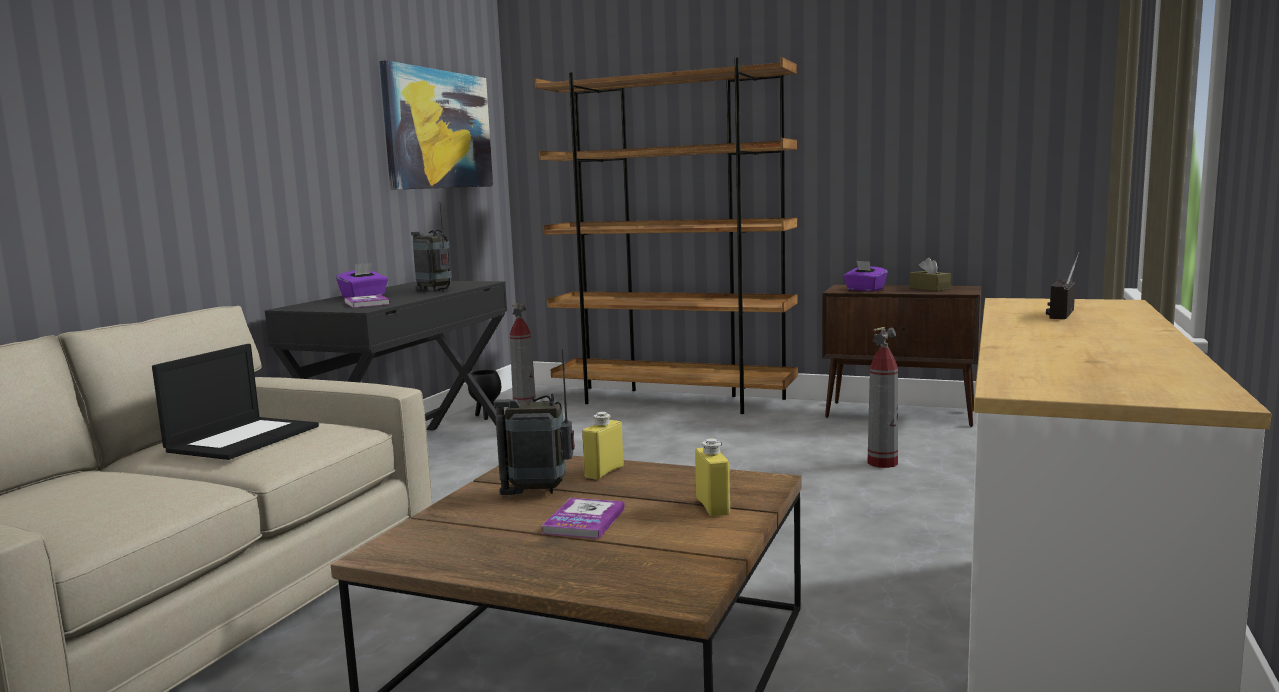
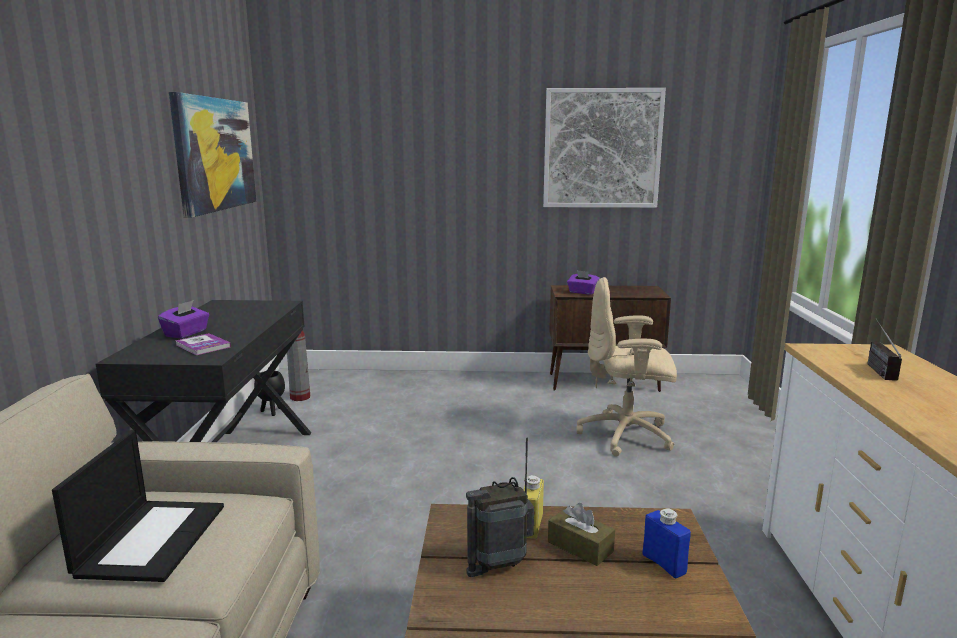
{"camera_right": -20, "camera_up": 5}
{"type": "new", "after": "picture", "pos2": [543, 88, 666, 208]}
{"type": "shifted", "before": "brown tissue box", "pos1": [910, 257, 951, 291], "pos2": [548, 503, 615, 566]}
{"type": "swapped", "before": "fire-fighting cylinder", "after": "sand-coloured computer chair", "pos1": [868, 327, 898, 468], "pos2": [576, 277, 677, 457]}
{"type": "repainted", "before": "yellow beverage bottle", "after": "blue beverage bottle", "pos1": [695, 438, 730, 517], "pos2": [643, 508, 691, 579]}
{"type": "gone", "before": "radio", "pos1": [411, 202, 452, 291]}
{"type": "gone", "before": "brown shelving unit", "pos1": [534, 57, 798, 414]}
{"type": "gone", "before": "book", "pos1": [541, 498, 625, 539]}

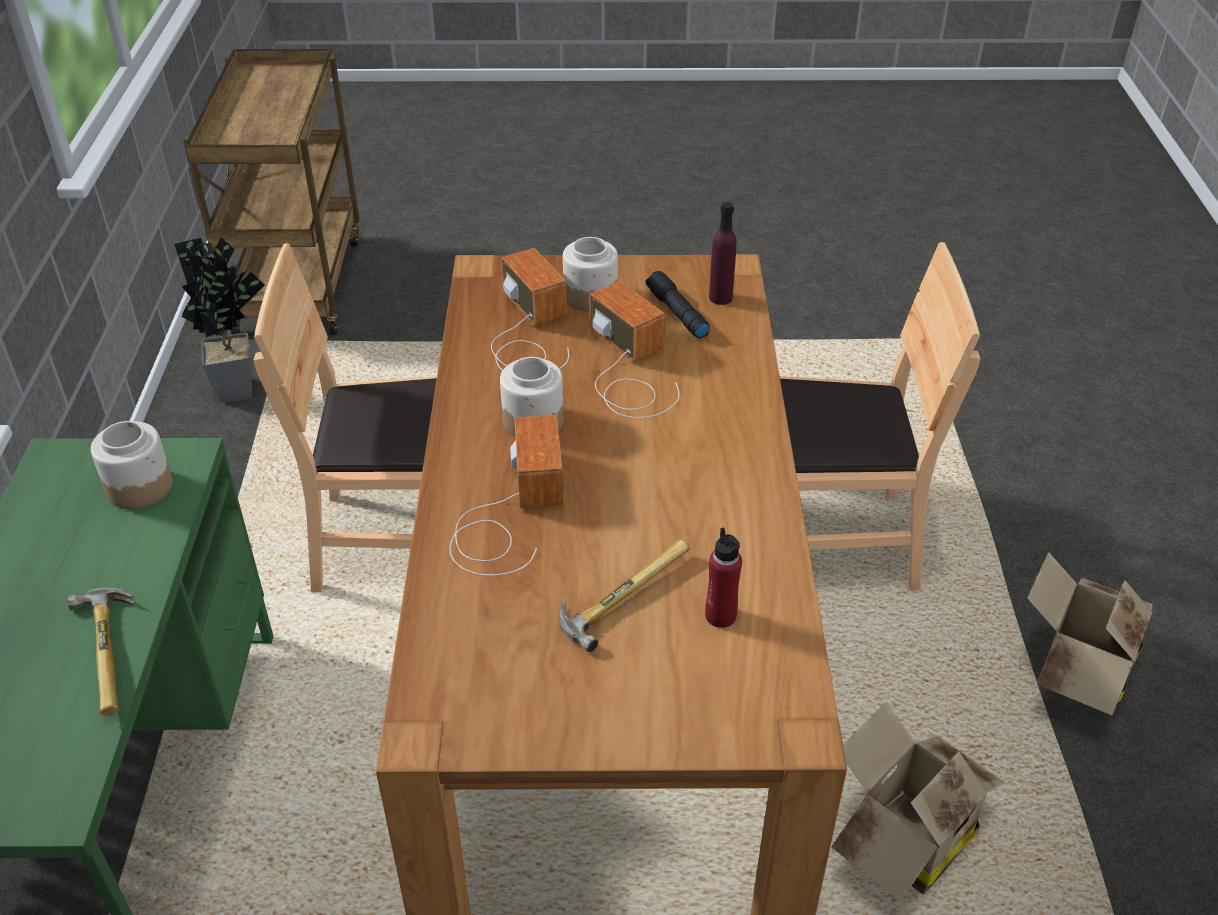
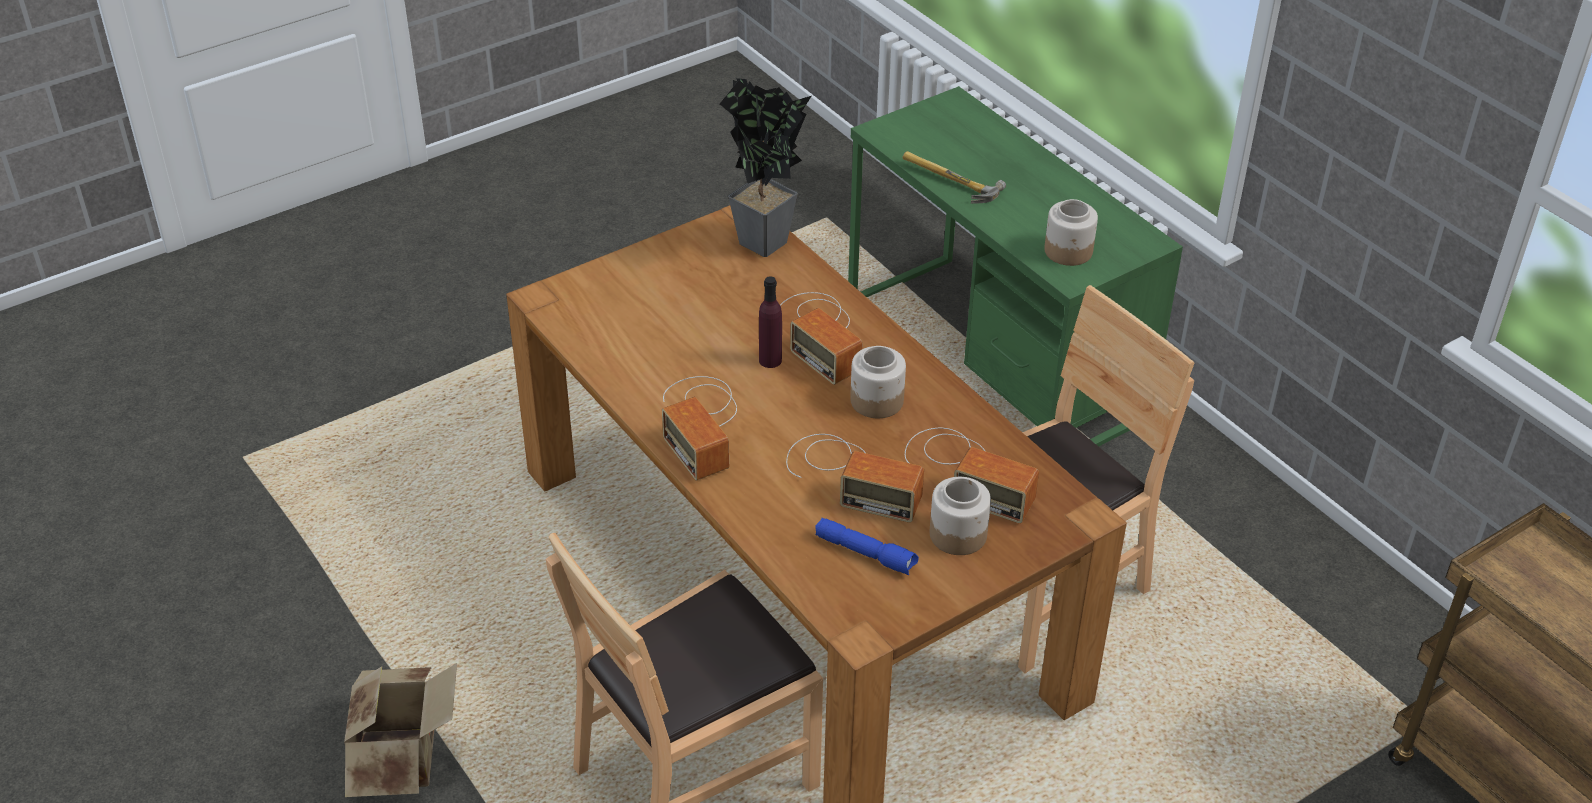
{"camera_right": 145, "camera_up": 0}
{"type": "new", "after": "radio", "pos2": [662, 376, 737, 481]}
{"type": "shifted", "before": "houseplant", "pos1": [174, 238, 265, 403], "pos2": [720, 78, 811, 257]}
{"type": "shifted", "before": "purplish beverage bottle", "pos1": [709, 202, 737, 305], "pos2": [759, 276, 782, 368]}
{"type": "repainted", "before": "blackish hand torch", "after": "blue hand torch", "pos1": [646, 271, 710, 338], "pos2": [815, 518, 919, 575]}
{"type": "gone", "before": "hand hammer", "pos1": [560, 539, 690, 652]}
{"type": "gone", "before": "red beverage bottle", "pos1": [705, 527, 742, 628]}
{"type": "gone", "before": "packing box", "pos1": [831, 702, 1005, 902]}

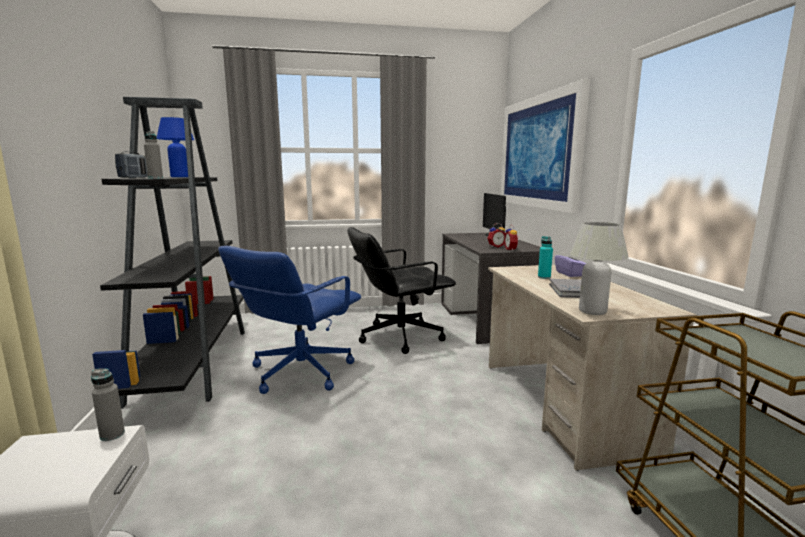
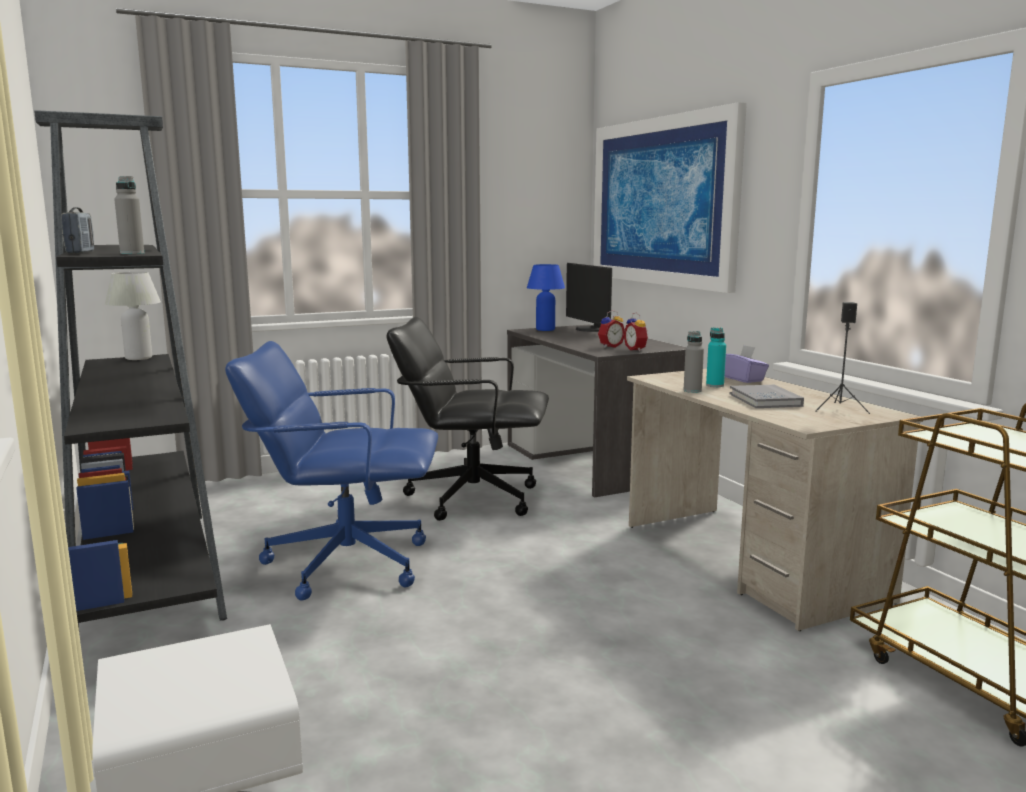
{"camera_right": -15, "camera_up": 0}
{"type": "shifted", "before": "whitish lamp for a table", "pos1": [570, 222, 629, 315], "pos2": [105, 272, 161, 360]}
{"type": "rotated", "before": "blue computer chair", "pos1": [218, 246, 361, 394], "pos2": [225, 341, 438, 601], "turn": 75}
{"type": "rotated", "before": "blackish computer chair", "pos1": [347, 227, 456, 354], "pos2": [387, 317, 549, 521], "turn": 45}
{"type": "shifted", "before": "blue lamp for a table", "pos1": [157, 117, 194, 177], "pos2": [527, 264, 565, 331]}
{"type": "shifted", "before": "gray beverage bottle", "pos1": [91, 368, 125, 441], "pos2": [684, 331, 704, 393]}
{"type": "new", "after": "blackish loudspeaker", "pos2": [816, 302, 870, 414]}

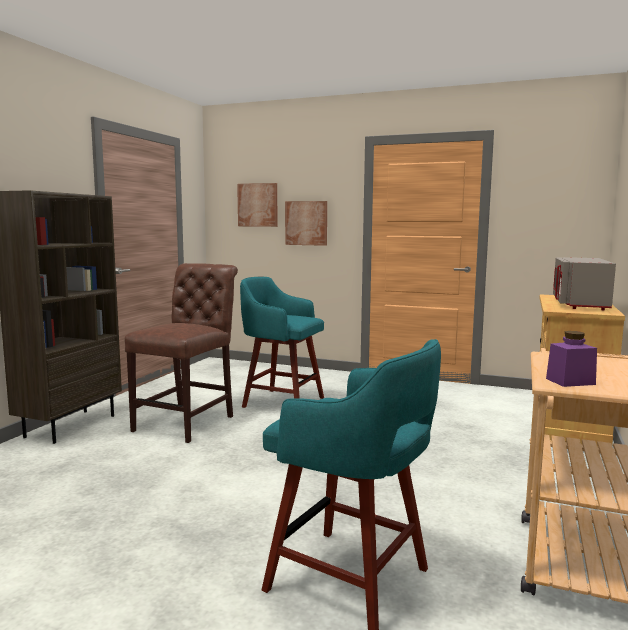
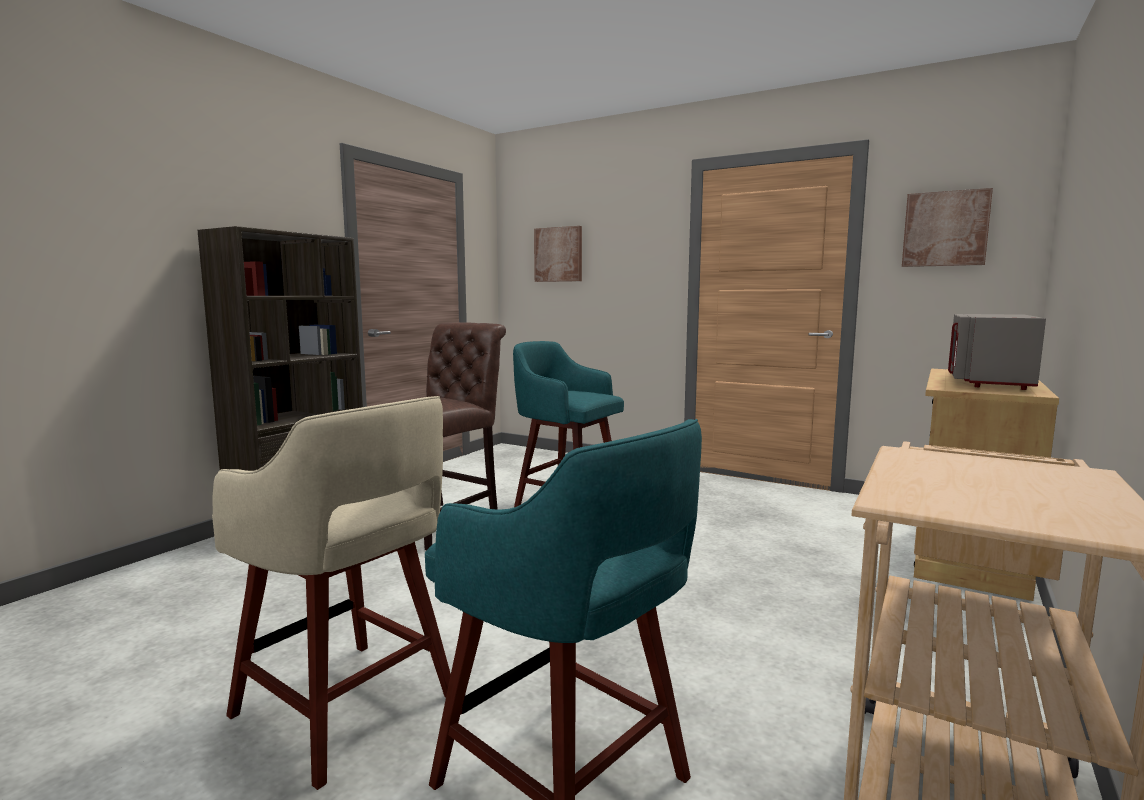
{"camera_right": 10, "camera_up": 0}
{"type": "new", "after": "sand-coloured stool seat", "pos2": [212, 396, 451, 790]}
{"type": "shifted", "before": "picture", "pos1": [285, 201, 327, 246], "pos2": [902, 188, 993, 267]}
{"type": "gone", "before": "purplish preserve jar", "pos1": [546, 331, 597, 387]}

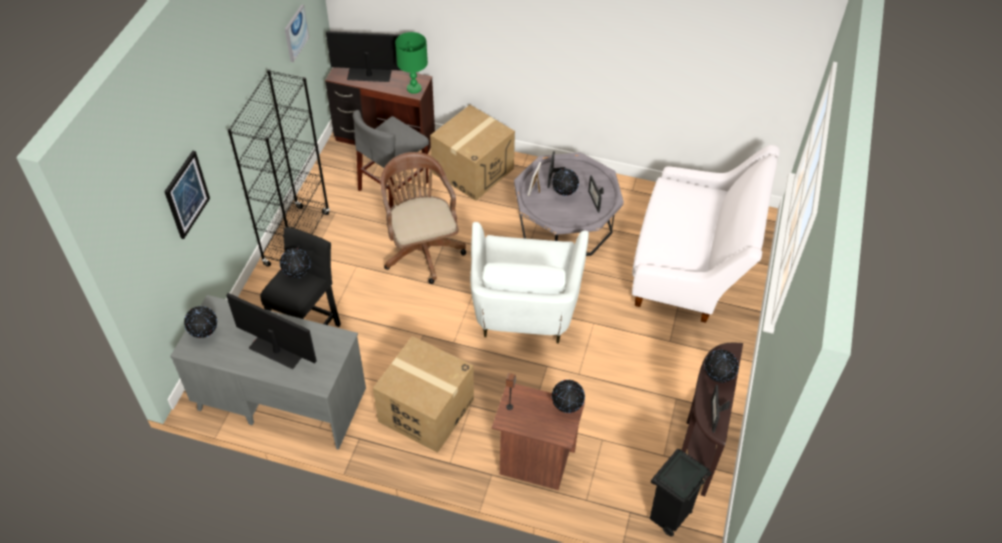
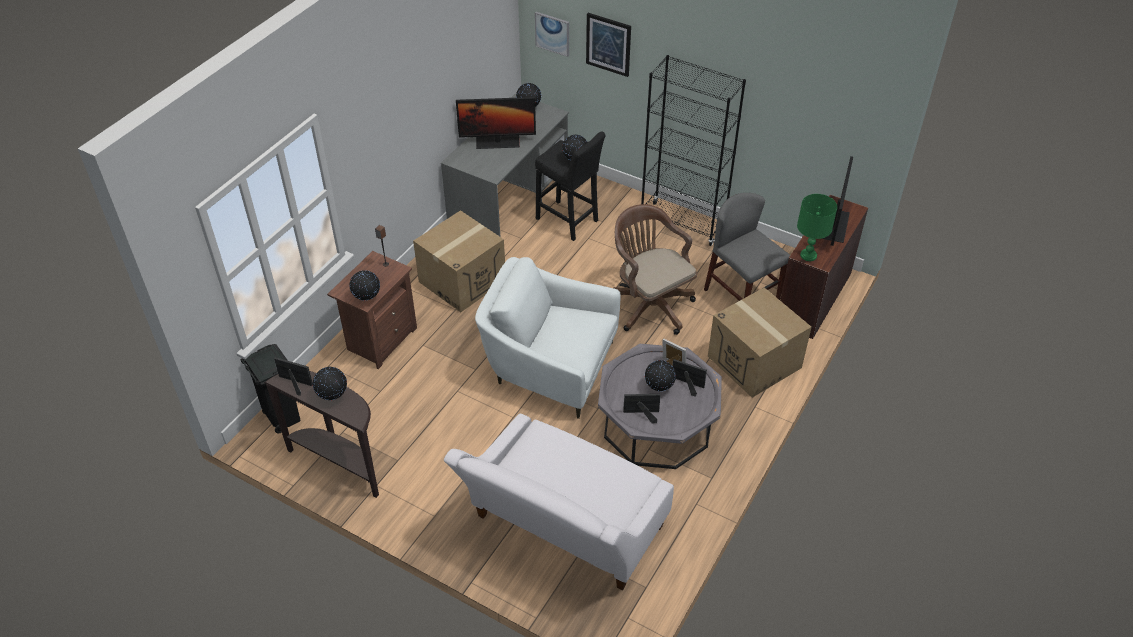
{"camera_right": 105, "camera_up": -5}
{"type": "rotated", "before": "computer screen", "pos1": [226, 293, 317, 369], "pos2": [456, 97, 536, 149], "turn": 45}
{"type": "shifted", "before": "picture", "pos1": [285, 4, 309, 62], "pos2": [535, 12, 569, 57]}
{"type": "rotated", "before": "brown computer chair", "pos1": [380, 152, 466, 284], "pos2": [613, 204, 697, 335], "turn": -120}

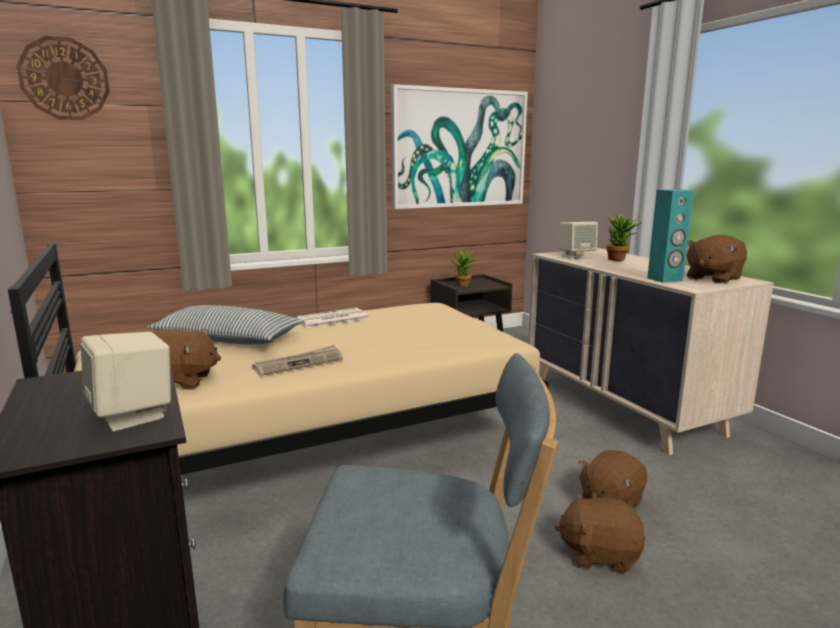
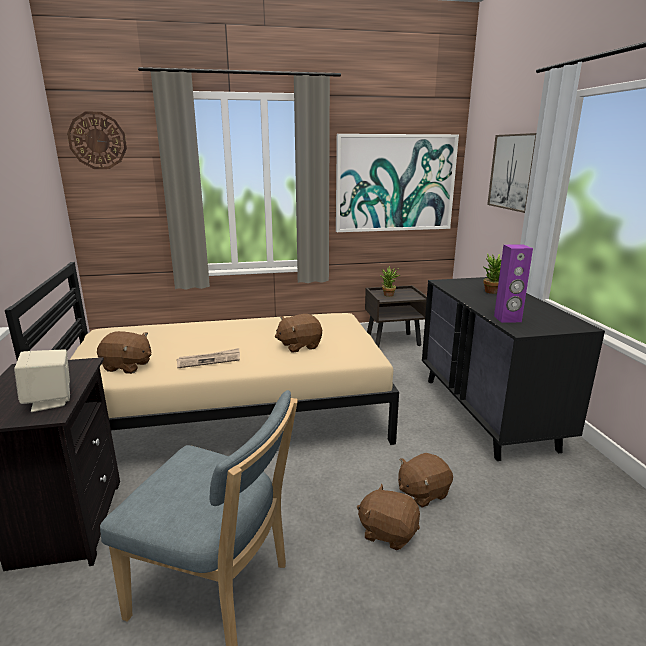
{"camera_right": 15, "camera_up": 5}
{"type": "shifted", "before": "brown soft toy", "pos1": [686, 235, 747, 283], "pos2": [275, 314, 322, 353]}
{"type": "repainted", "before": "sand-coloured chest of drawers", "after": "blackish chest of drawers", "pos1": [528, 248, 774, 455], "pos2": [422, 277, 605, 461]}
{"type": "new", "after": "picture", "pos2": [487, 133, 536, 213]}
{"type": "repainted", "before": "blue-green loudspeaker", "after": "purplish loudspeaker", "pos1": [647, 189, 694, 283], "pos2": [494, 244, 533, 323]}
{"type": "gone", "before": "cushion", "pos1": [147, 305, 305, 344]}
{"type": "gone", "before": "newspaper", "pos1": [295, 308, 370, 328]}
{"type": "gone", "before": "sand-coloured loudspeaker", "pos1": [558, 222, 598, 259]}

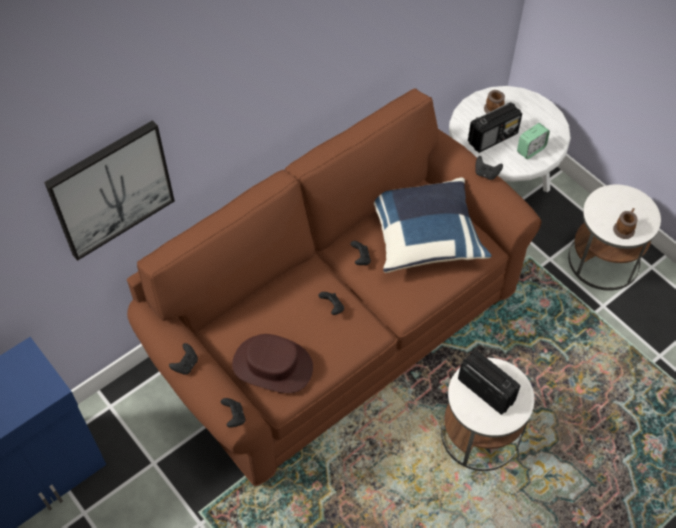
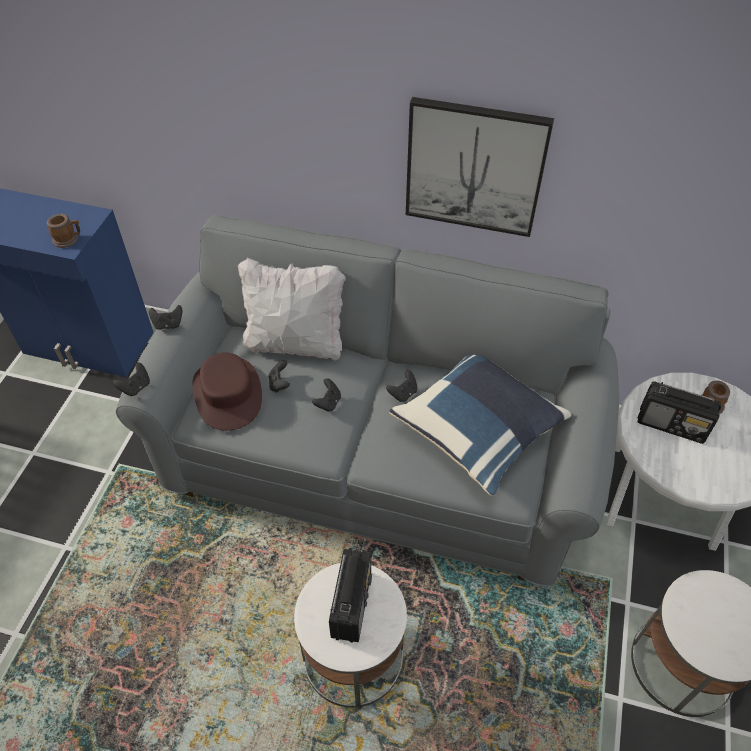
{"camera_right": 55, "camera_up": -5}
{"type": "shifted", "before": "coffee mug", "pos1": [613, 208, 638, 239], "pos2": [47, 214, 80, 248]}
{"type": "repainted", "before": "brown couch", "after": "gray couch", "pos1": [127, 88, 542, 486], "pos2": [116, 215, 619, 587]}
{"type": "new", "after": "whitish cushion", "pos2": [238, 258, 346, 360]}
{"type": "shifted", "before": "blackish gamepad", "pos1": [475, 156, 503, 180], "pos2": [268, 361, 290, 392]}
{"type": "shifted", "before": "picture", "pos1": [44, 120, 175, 261], "pos2": [406, 97, 554, 237]}
{"type": "gone", "before": "table clock", "pos1": [517, 123, 550, 159]}

